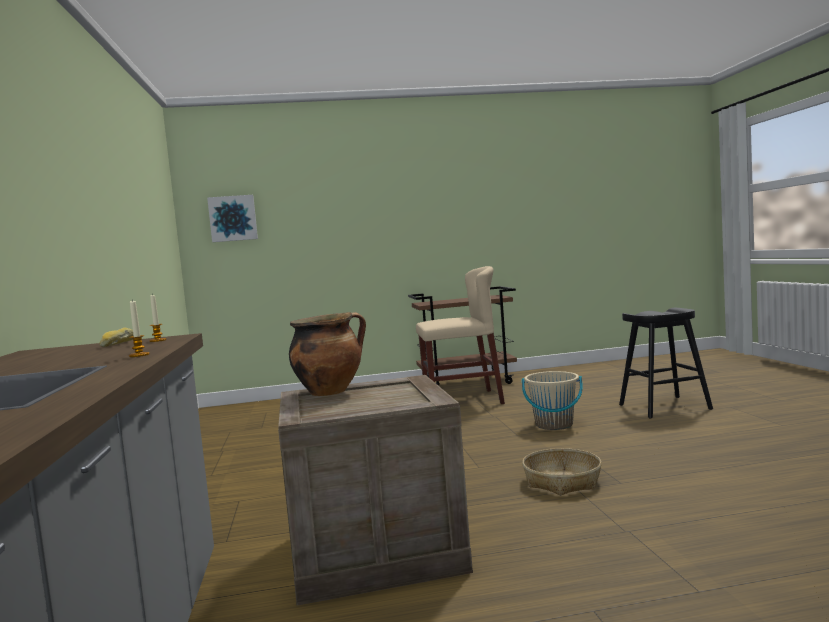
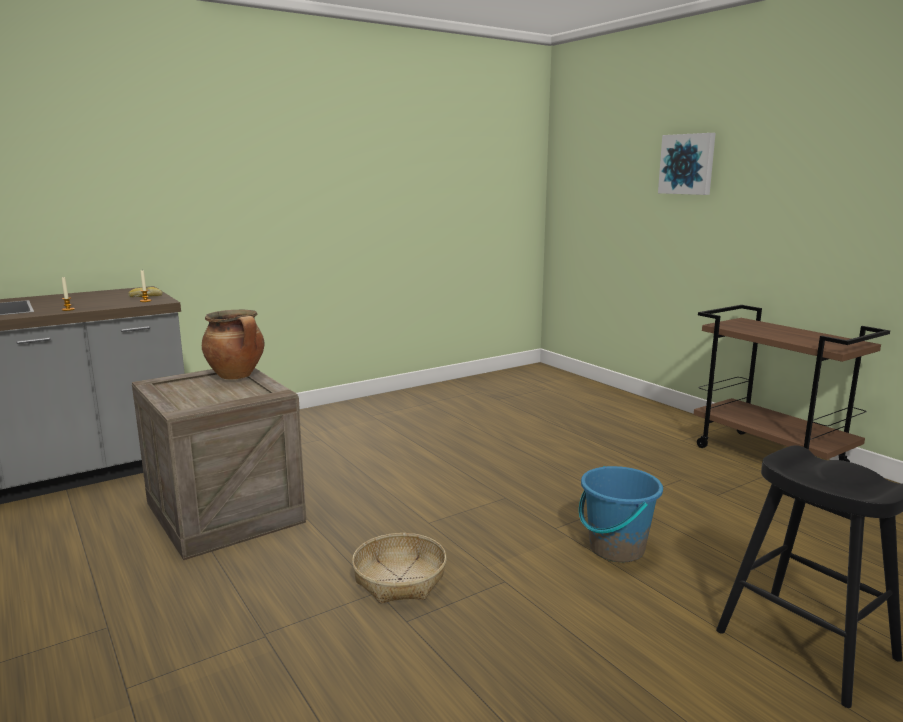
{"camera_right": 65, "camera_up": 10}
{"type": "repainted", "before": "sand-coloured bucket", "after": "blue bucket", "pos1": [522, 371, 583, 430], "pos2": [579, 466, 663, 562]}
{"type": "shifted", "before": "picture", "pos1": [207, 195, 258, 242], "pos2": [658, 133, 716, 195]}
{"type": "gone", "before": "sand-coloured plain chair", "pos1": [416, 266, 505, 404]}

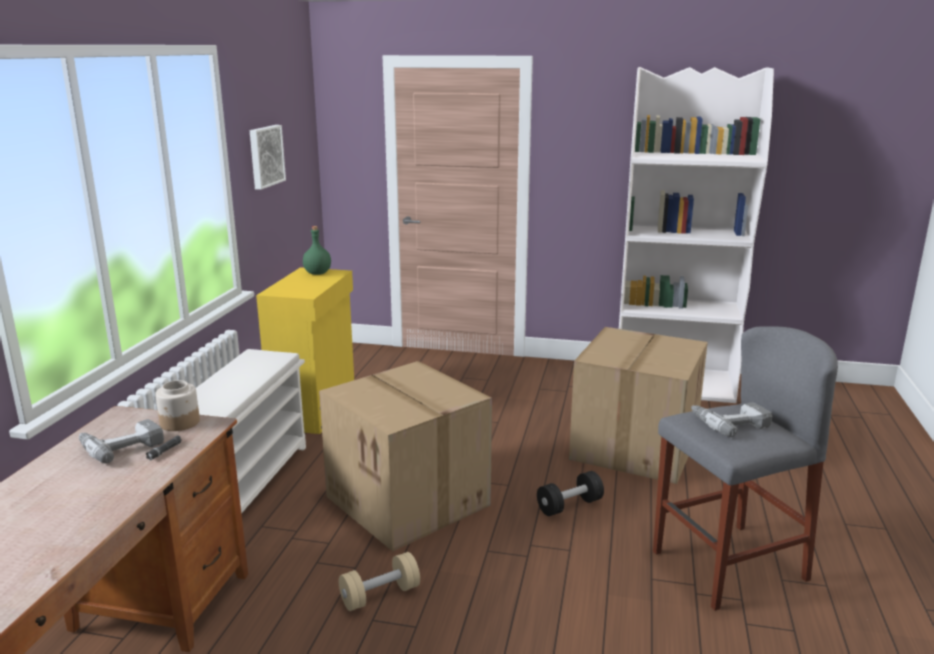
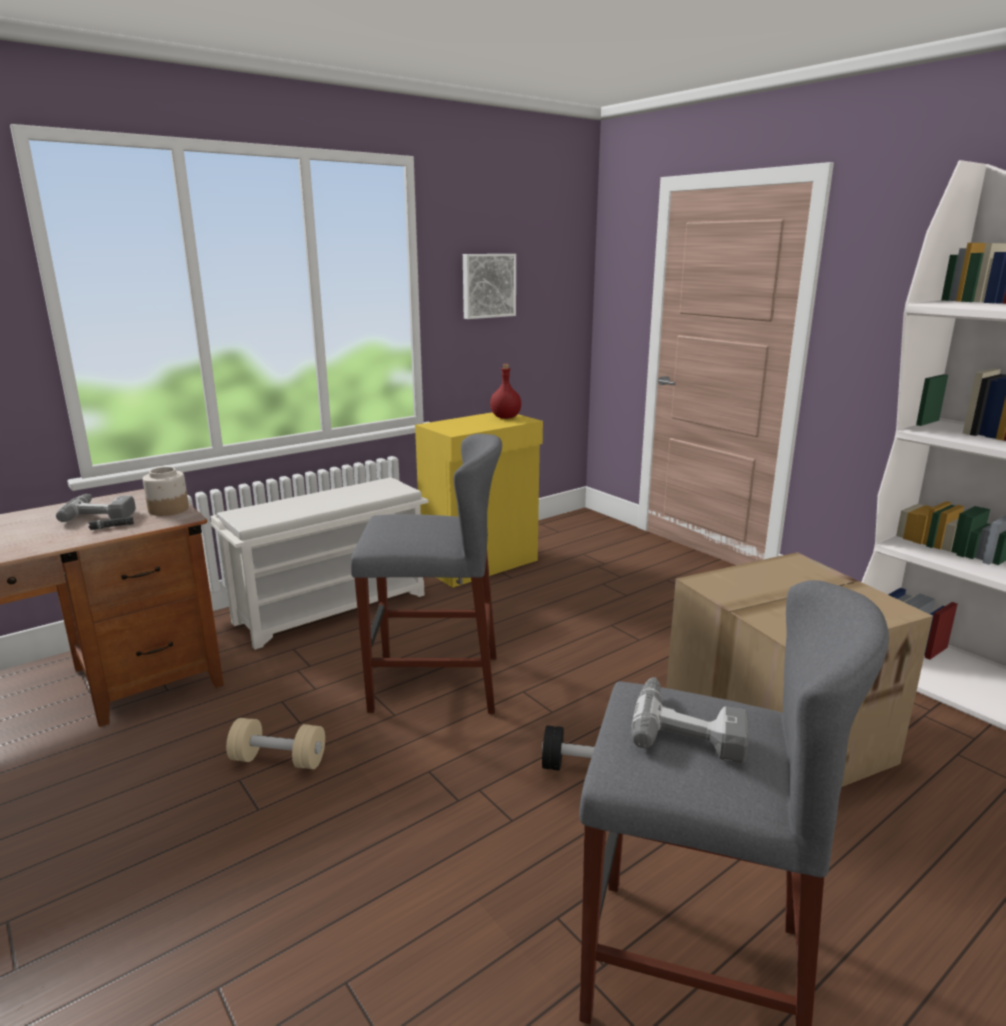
{"camera_right": 40, "camera_up": 0}
{"type": "swapped", "before": "packing box", "after": "gray stool seat", "pos1": [319, 361, 492, 551], "pos2": [351, 434, 502, 714]}
{"type": "repainted", "before": "green beverage bottle", "after": "red beverage bottle", "pos1": [303, 226, 331, 275], "pos2": [490, 364, 521, 419]}

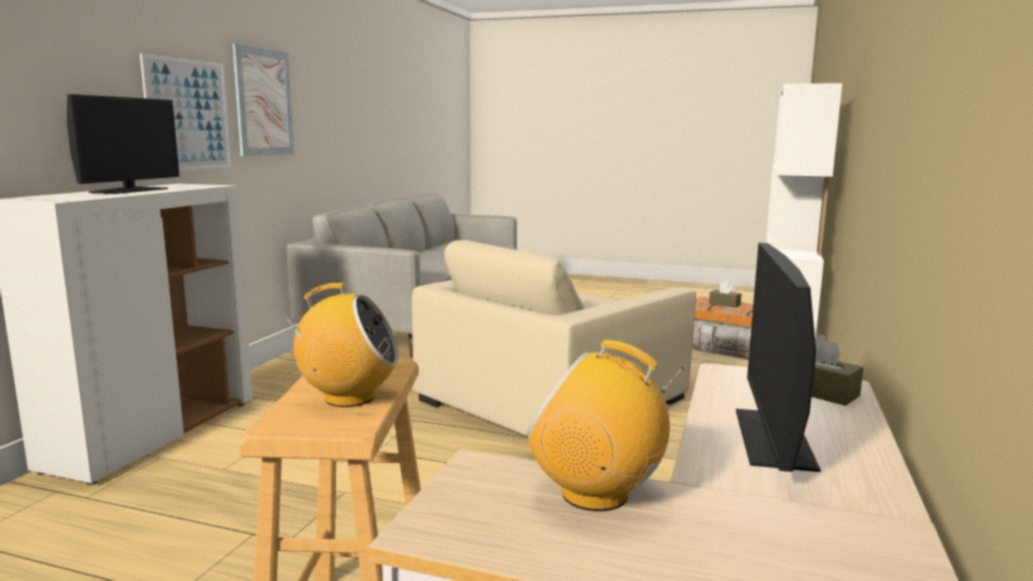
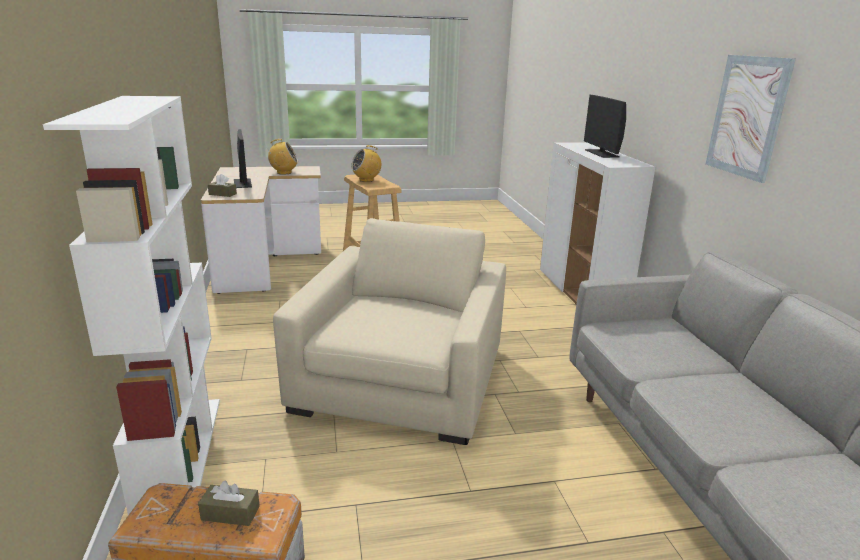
{"camera_right": 150, "camera_up": 10}
{"type": "gone", "before": "picture", "pos1": [140, 53, 231, 171]}

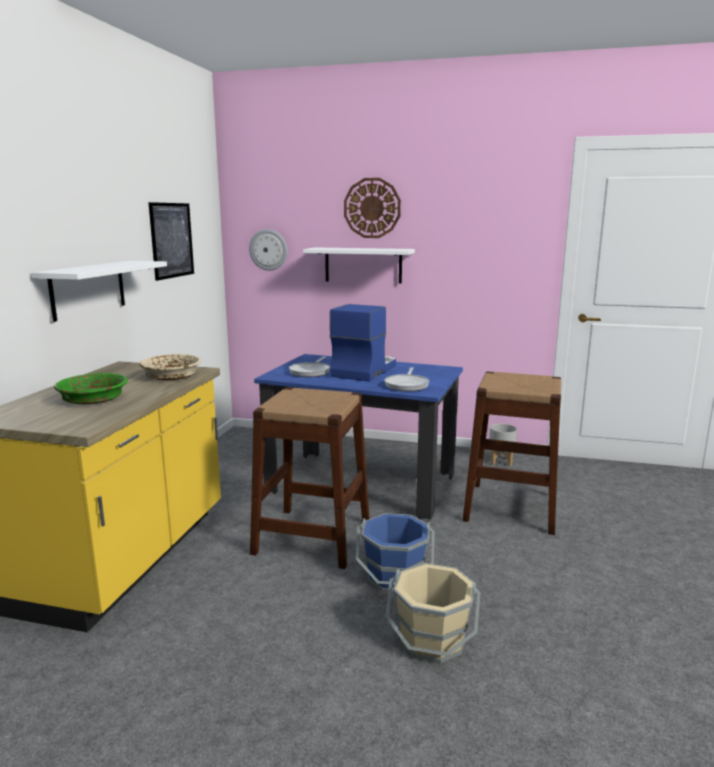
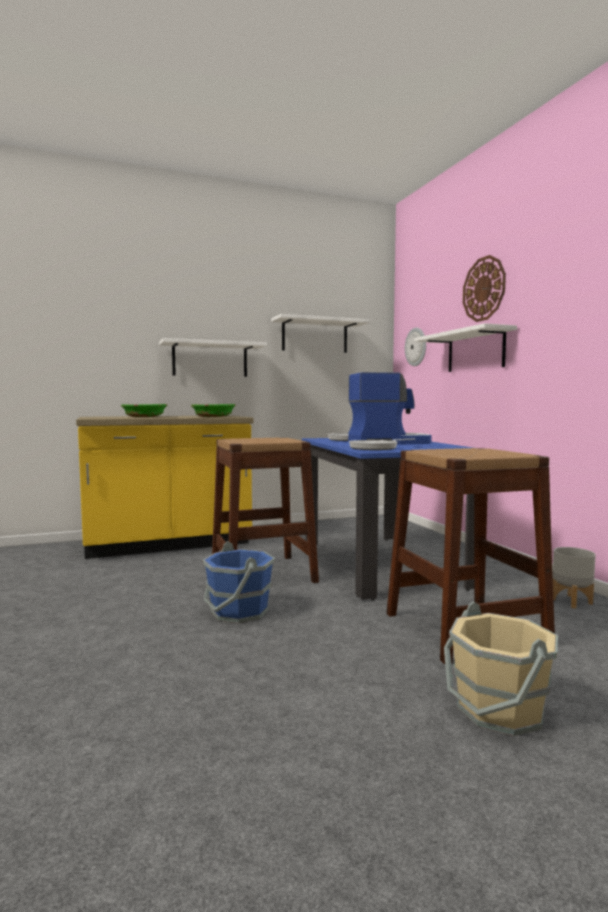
{"camera_right": 55, "camera_up": -10}
{"type": "repainted", "before": "sand-coloured serving bowl", "after": "green serving bowl", "pos1": [139, 354, 201, 380], "pos2": [191, 404, 236, 417]}
{"type": "swapped", "before": "picture", "after": "whitish wall shelf", "pos1": [148, 202, 194, 281], "pos2": [271, 314, 370, 353]}
{"type": "shifted", "before": "sand-coloured bucket", "pos1": [385, 563, 481, 664], "pos2": [444, 602, 558, 736]}

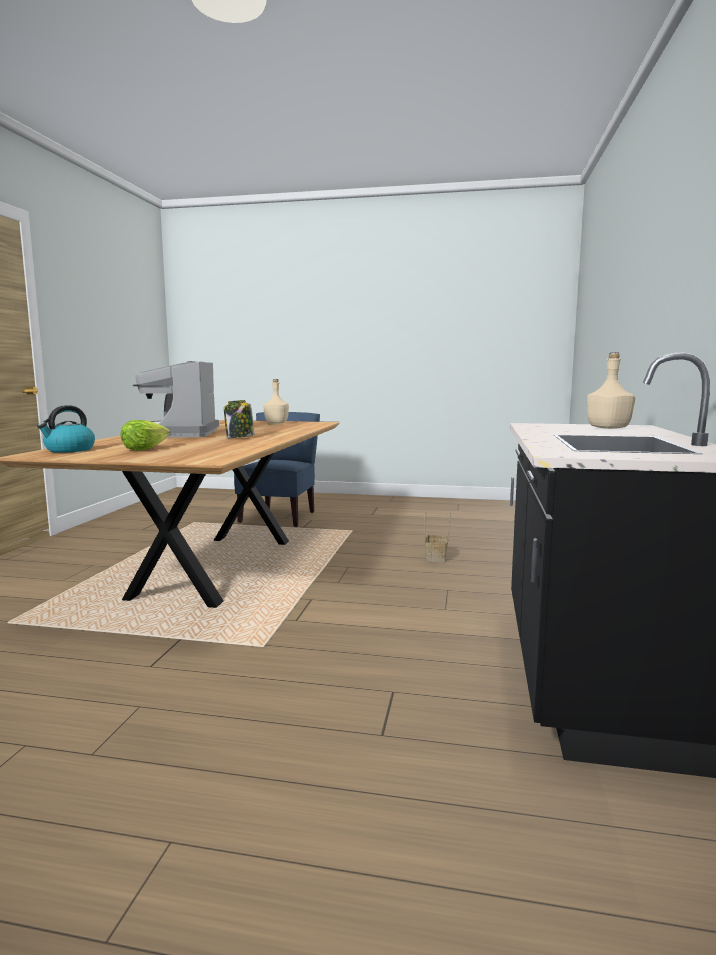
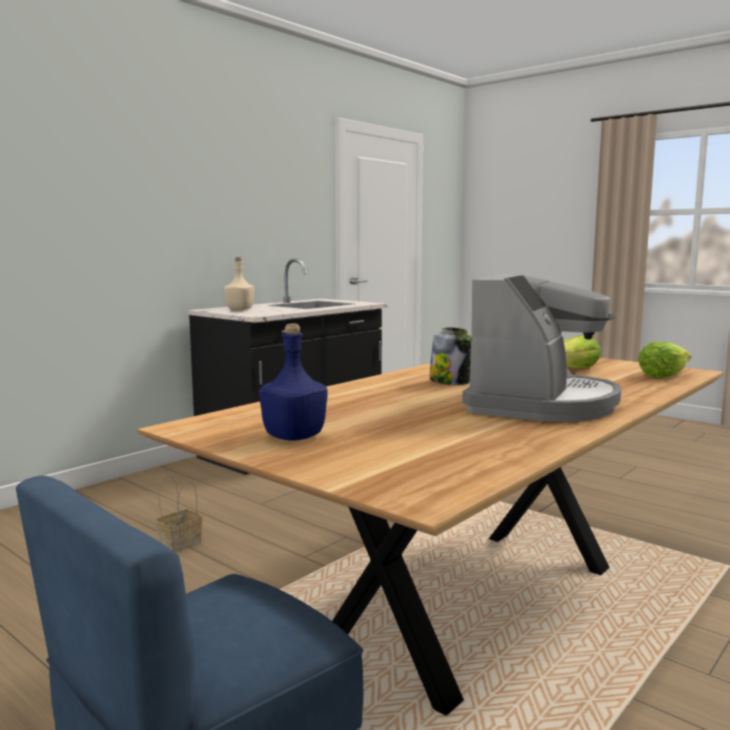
{"camera_right": -150, "camera_up": 0}
{"type": "repainted", "before": "sand-coloured beverage bottle", "after": "blue beverage bottle", "pos1": [263, 379, 289, 424], "pos2": [259, 324, 328, 441]}
{"type": "swapped", "before": "kettle", "after": "lettuce head", "pos1": [37, 405, 95, 453], "pos2": [638, 342, 691, 378]}

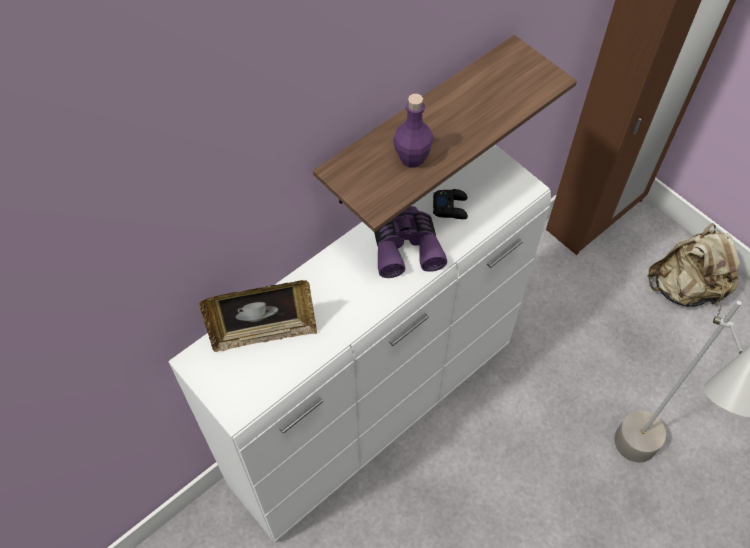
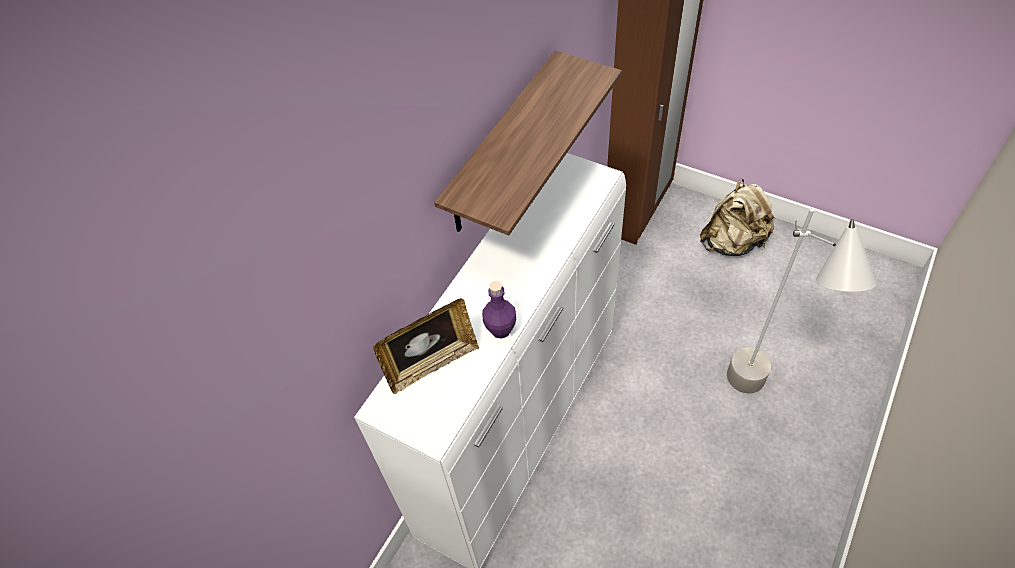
{"camera_right": -15, "camera_up": -5}
{"type": "shifted", "before": "purplish beverage bottle", "pos1": [393, 94, 433, 168], "pos2": [482, 281, 516, 339]}
{"type": "gone", "before": "purplish binoculars", "pos1": [374, 206, 447, 278]}
{"type": "gone", "before": "blackish gamepad", "pos1": [433, 189, 468, 219]}

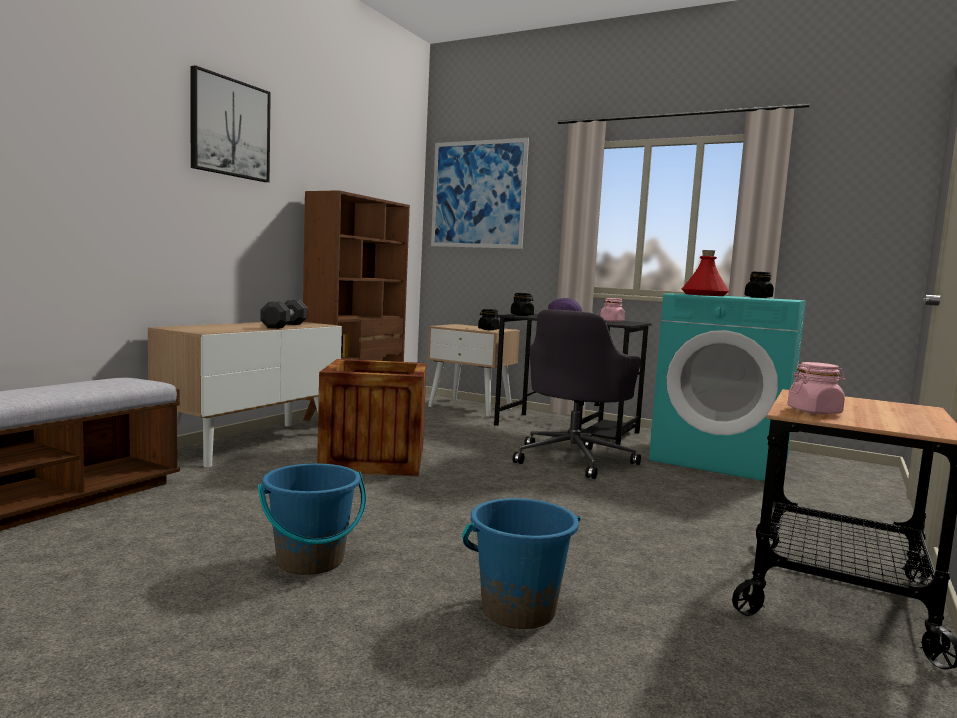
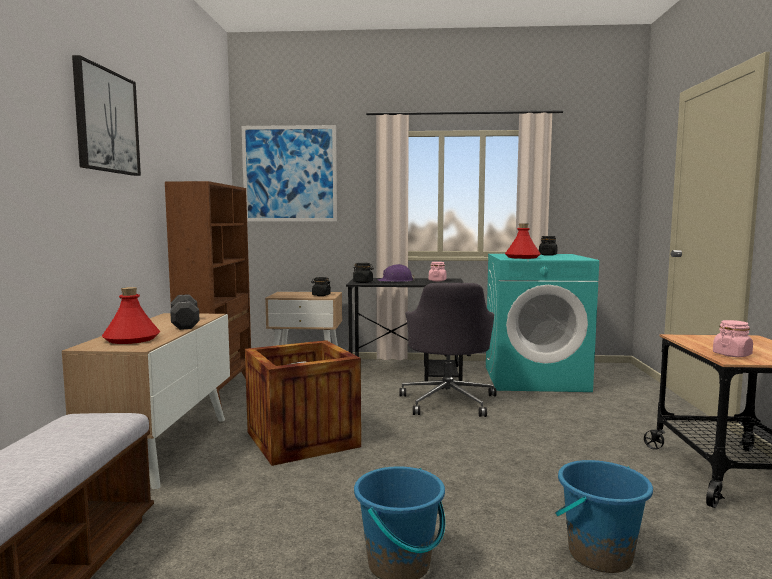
{"camera_right": -25, "camera_up": 0}
{"type": "new", "after": "red beverage bottle", "pos2": [102, 287, 160, 344]}

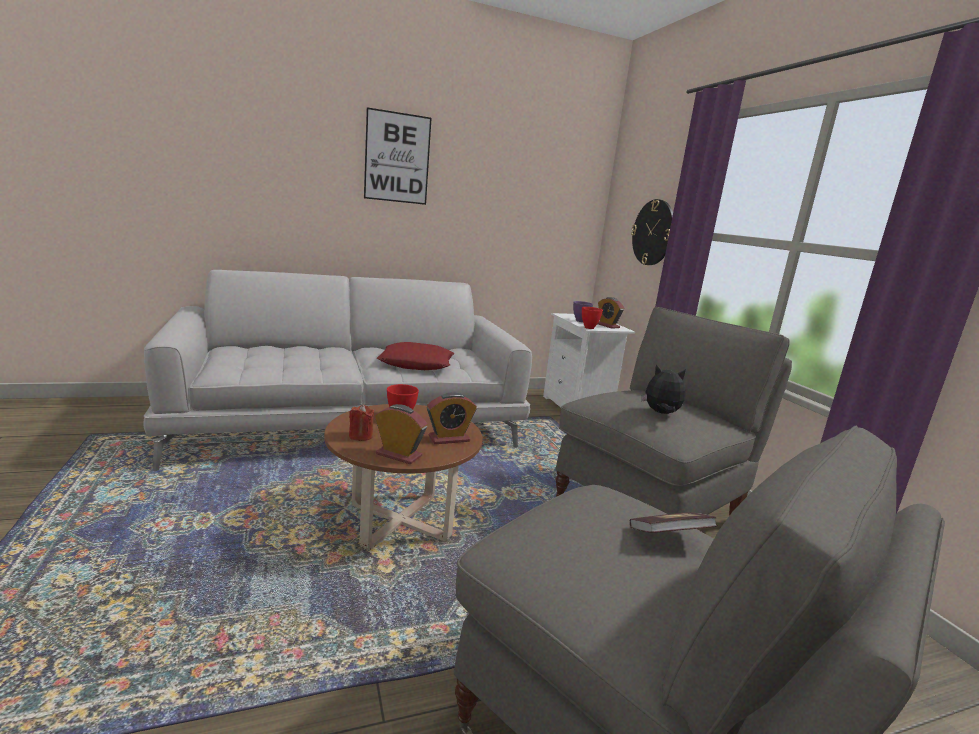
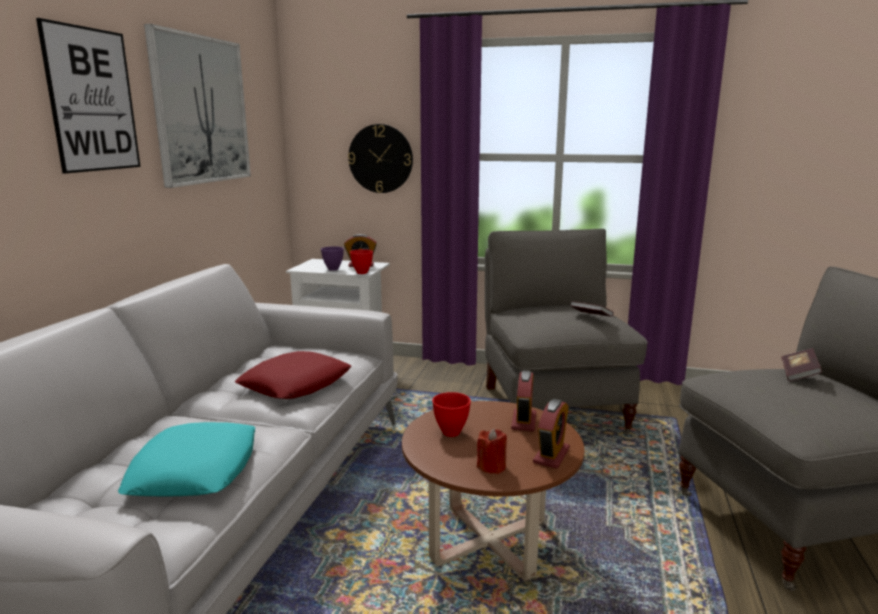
{"camera_right": -55, "camera_up": 0}
{"type": "new", "after": "blue-green cushion", "pos2": [118, 422, 255, 497]}
{"type": "new", "after": "picture", "pos2": [144, 24, 251, 188]}
{"type": "rotated", "before": "table clock", "pos1": [375, 404, 428, 464], "pos2": [533, 399, 570, 469], "turn": 150}
{"type": "swapped", "before": "soft toy", "after": "book", "pos1": [642, 364, 686, 414], "pos2": [570, 301, 614, 317]}

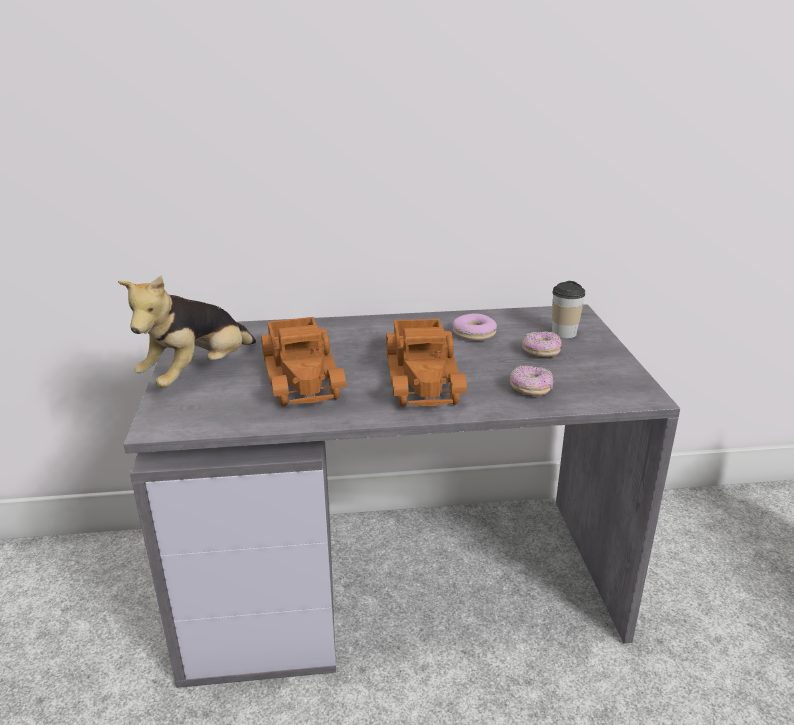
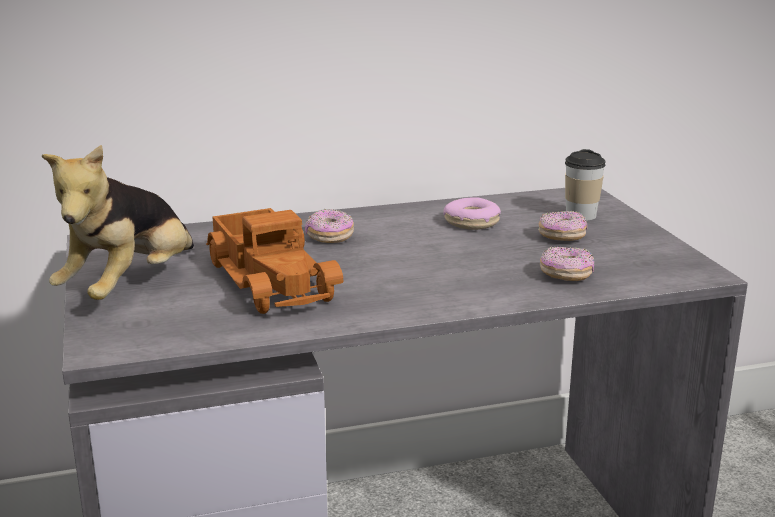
{"camera_right": -10, "camera_up": -5}
{"type": "new", "after": "doughnut", "pos2": [305, 209, 354, 243]}
{"type": "gone", "before": "model truck", "pos1": [386, 319, 467, 407]}

